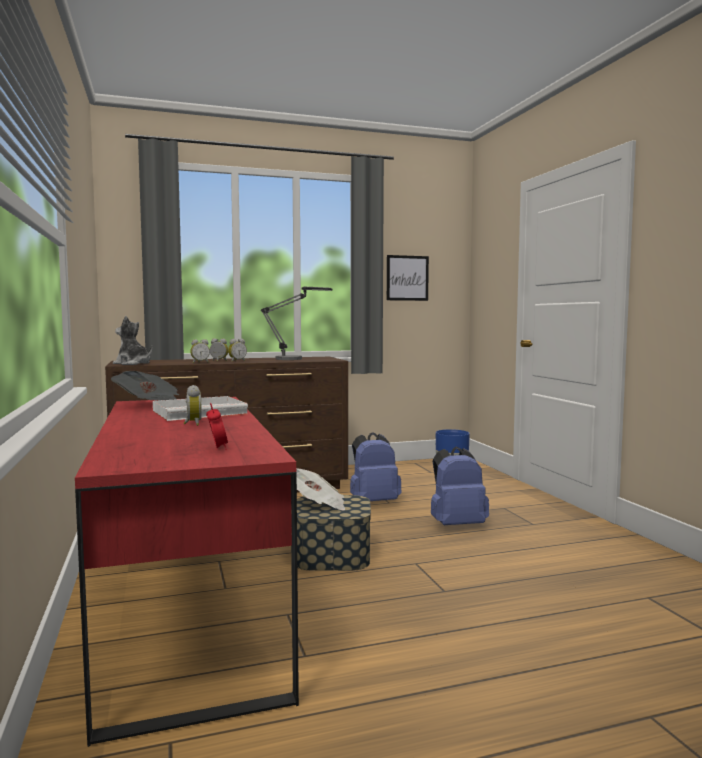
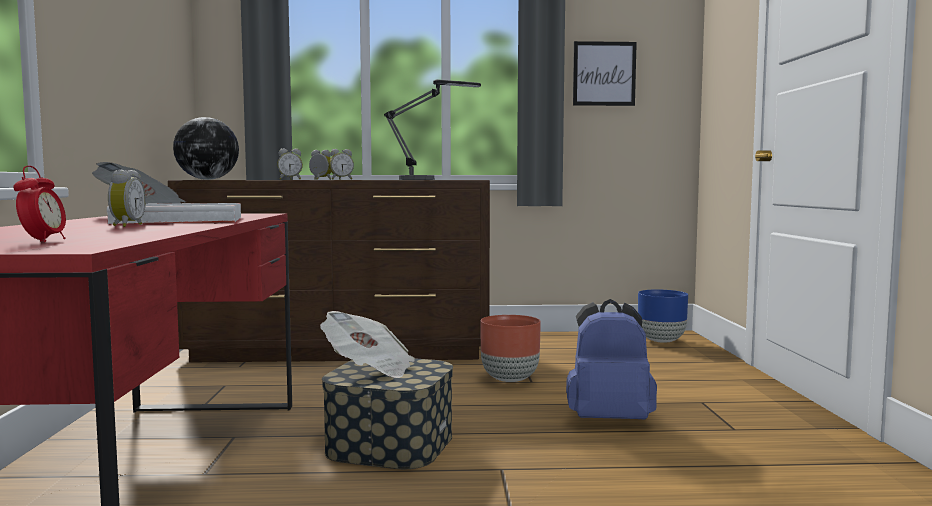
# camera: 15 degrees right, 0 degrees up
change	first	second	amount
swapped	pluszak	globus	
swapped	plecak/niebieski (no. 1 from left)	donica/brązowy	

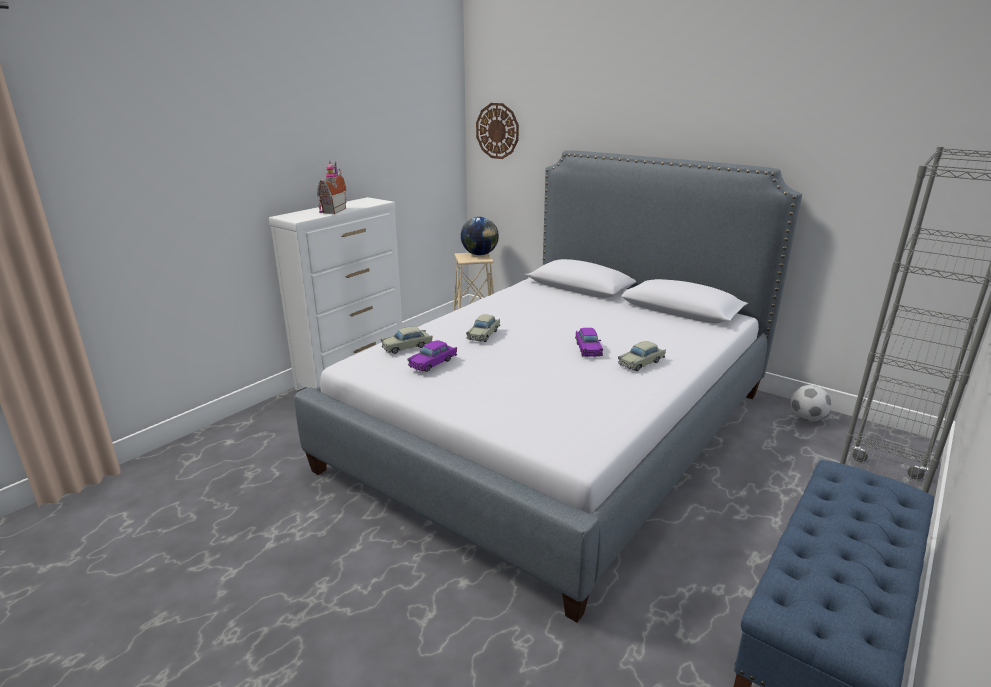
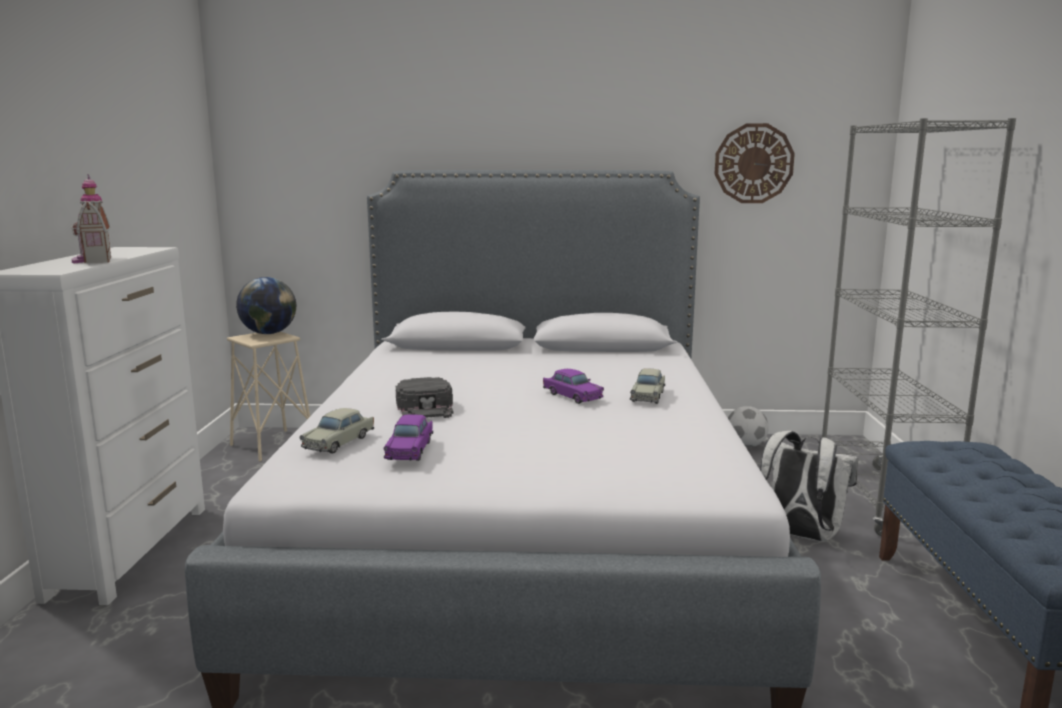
# camera: 35 degrees left, 10 degrees down
change	first	second	amount
swapped	samochodzik/beżowy (no. 2 from left)	czapka z daszkiem/czarny	
shifted	zegar ścienny		
new		plecak/biały	

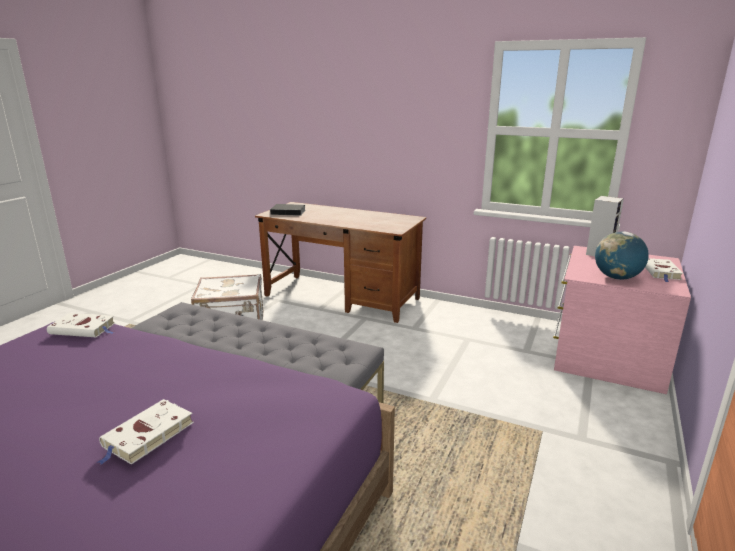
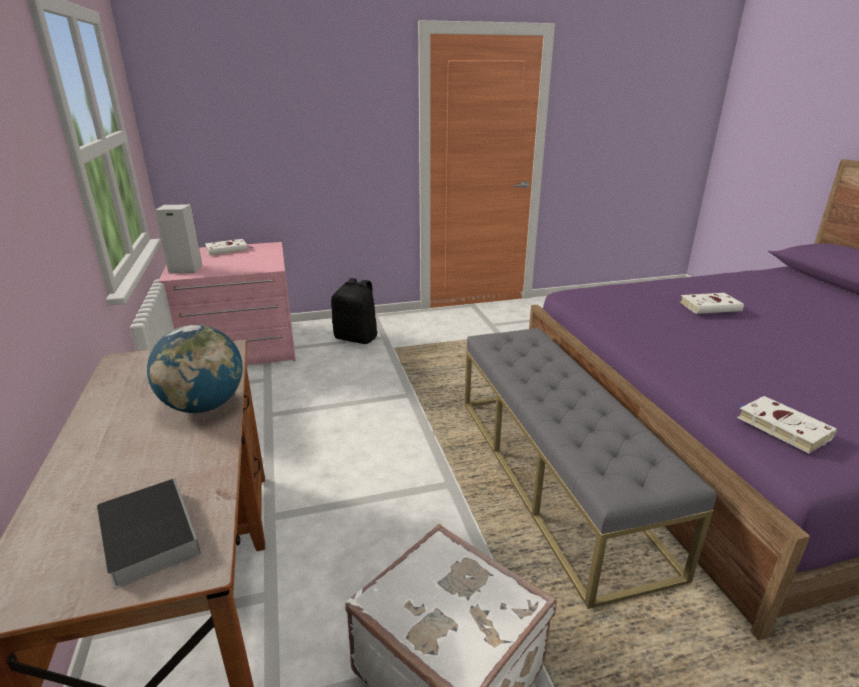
# camera: 130 degrees left, 5 degrees up
change	first	second	amount
shifted	globus		
new		plecak/czarny	

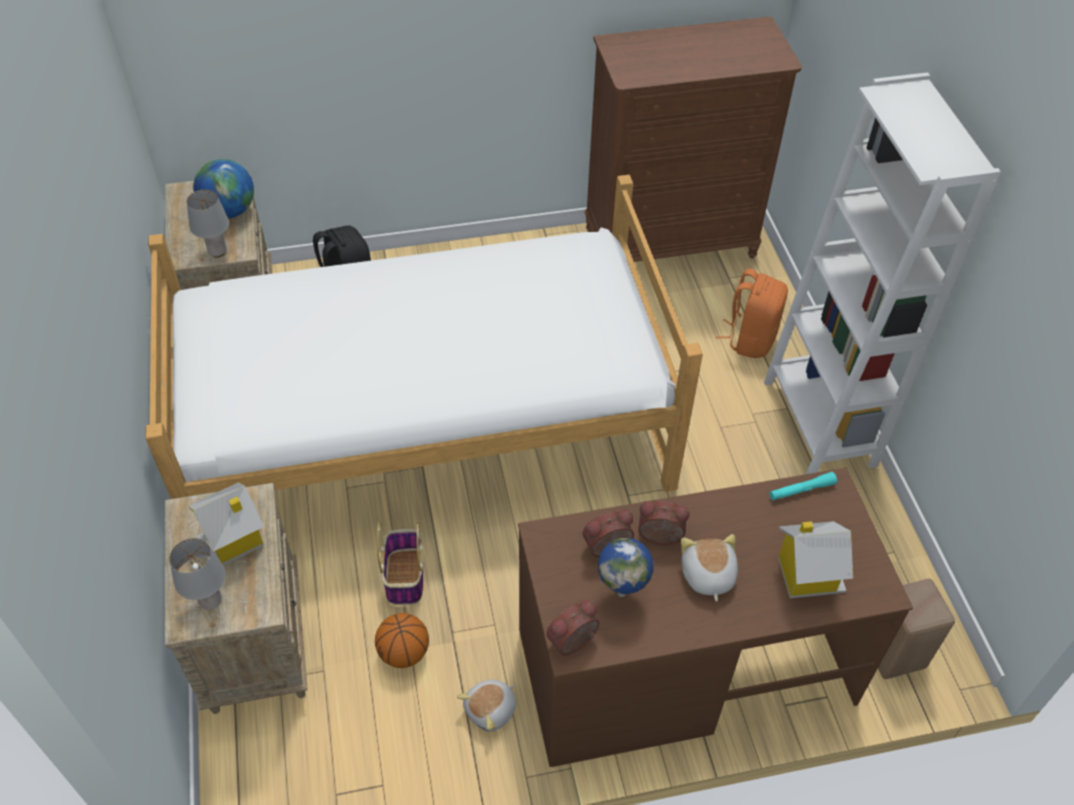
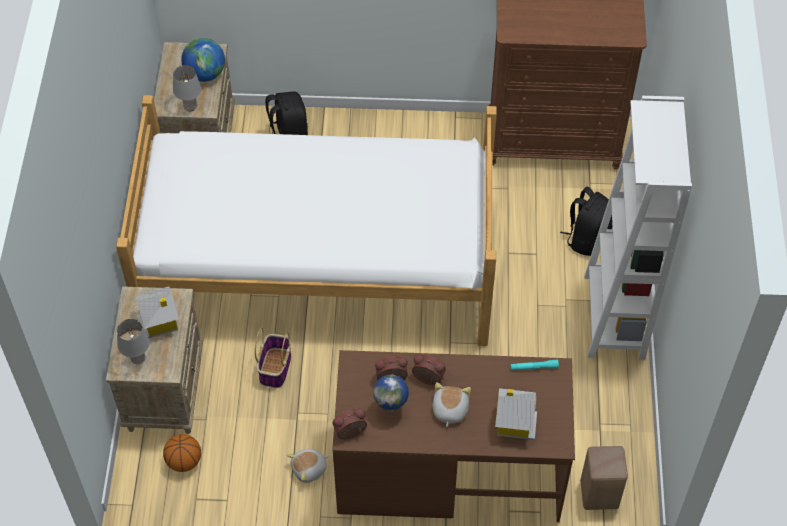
# camera: 15 degrees right, 5 degrees up
change	first	second	amount
shifted	piłka do koszykówki		
repainted	plecak/pomarańczowy	plecak/czarny (no. 2 from left)	

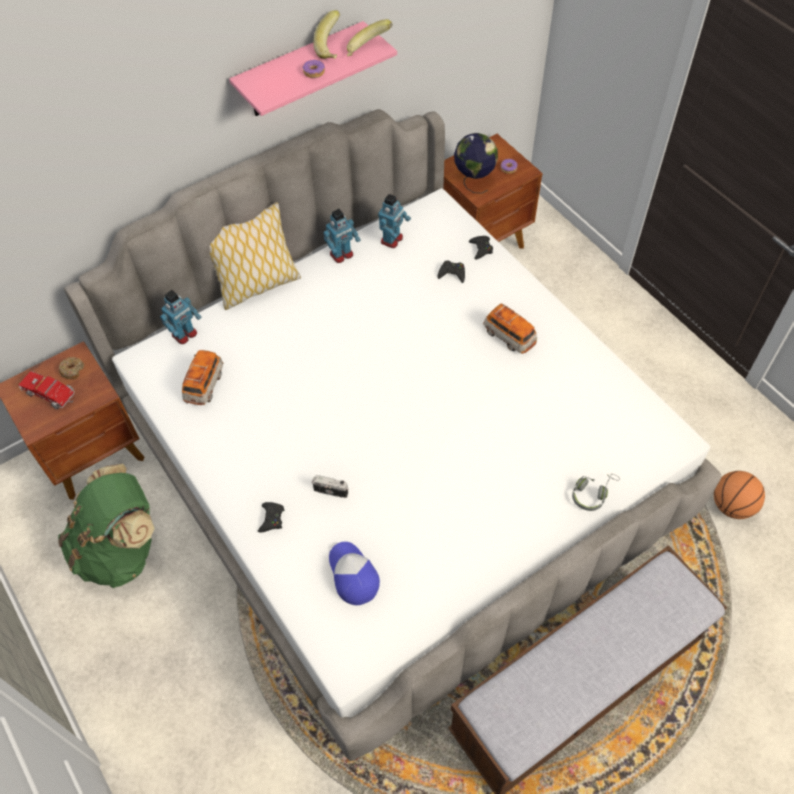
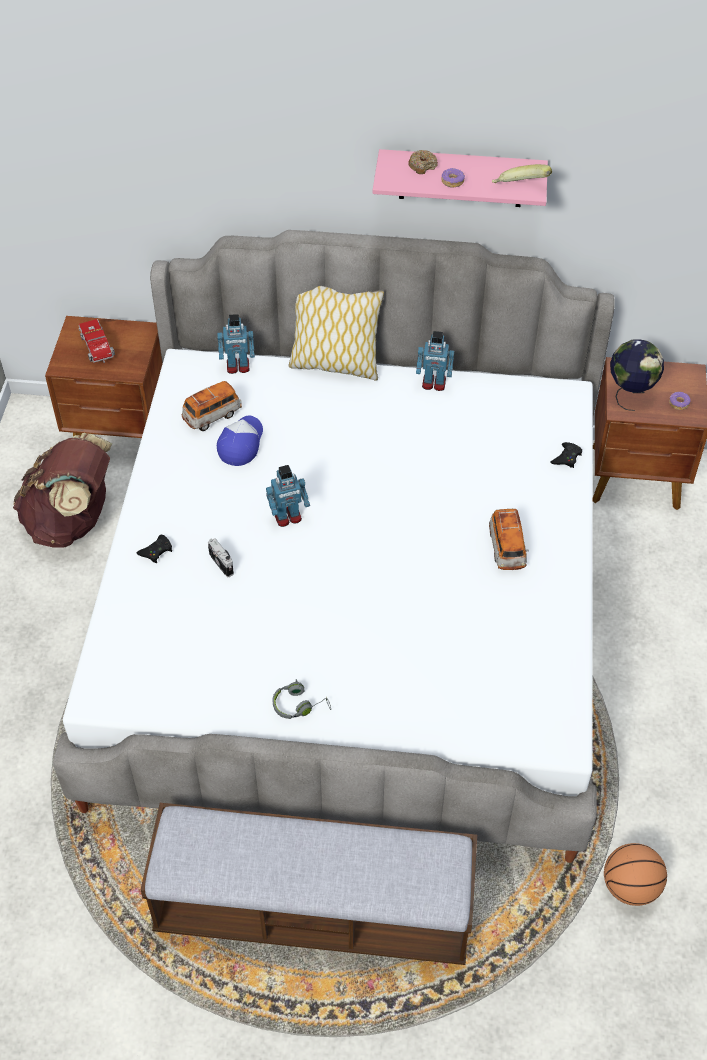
# camera: 40 degrees right, 5 degrees down
change	first	second	amount
repainted	plecak/zielony	plecak/brązowy	
shifted	donut (no. 1 from left)		
gone	banan (no. 1 from left)		
shifted	czapka z daszkiem		
shifted	robot zabawkowy (no. 3 from left in the first image)	robot zabawkowy (no. 2 from left)	
gone	pad do gier/czarny (no. 2 from left)		
shifted	słuchawki/szary		

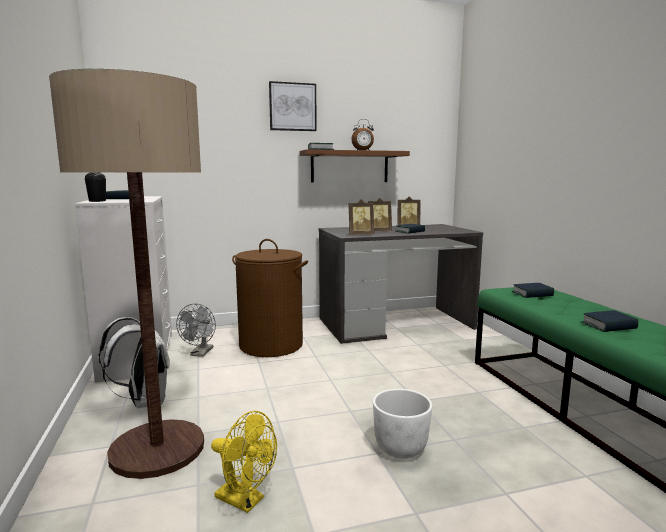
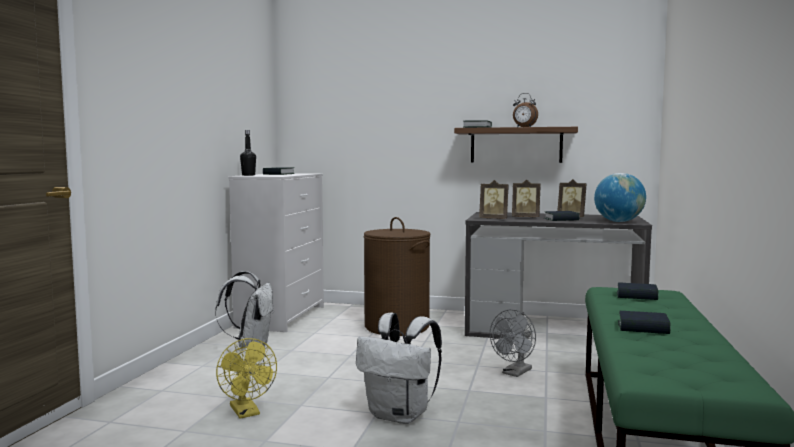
# camera: 30 degrees right, 5 degrees down
change	first	second	amount
gone	lampa stojąca		
shifted	wentylator/szary		
gone	obraz		
swapped	donica/biały	plecak/biały (no. 2 from left)	
new		globus	

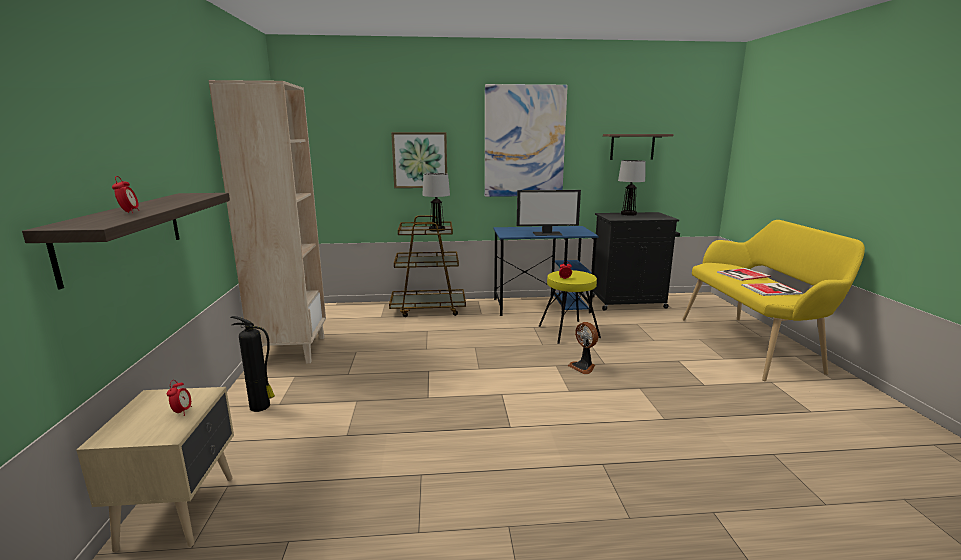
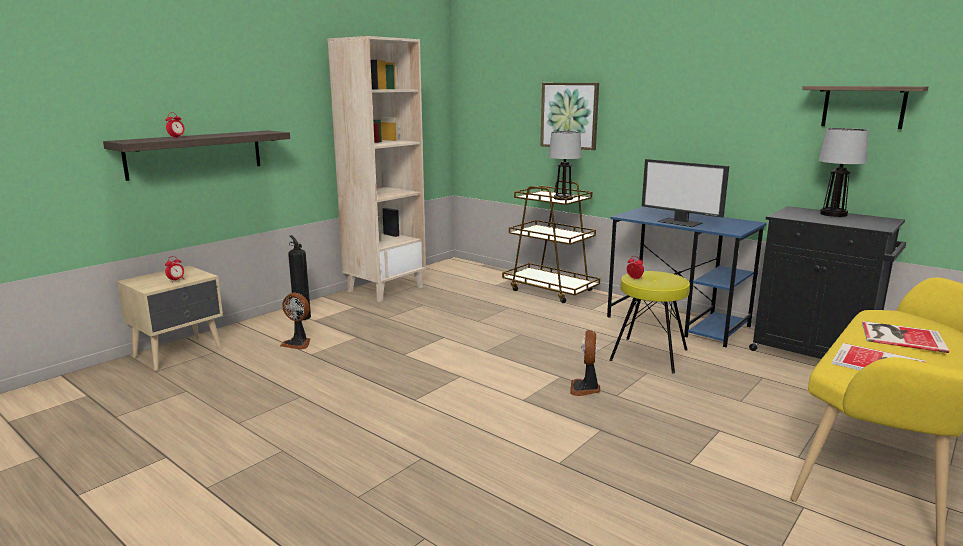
# camera: 45 degrees right, 0 degrees up
change	first	second	amount
gone	obraz (no. 2 from left)		
new		wentylator (no. 1 from left)	

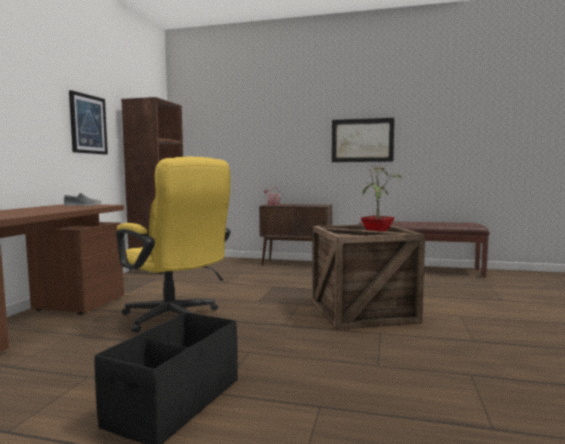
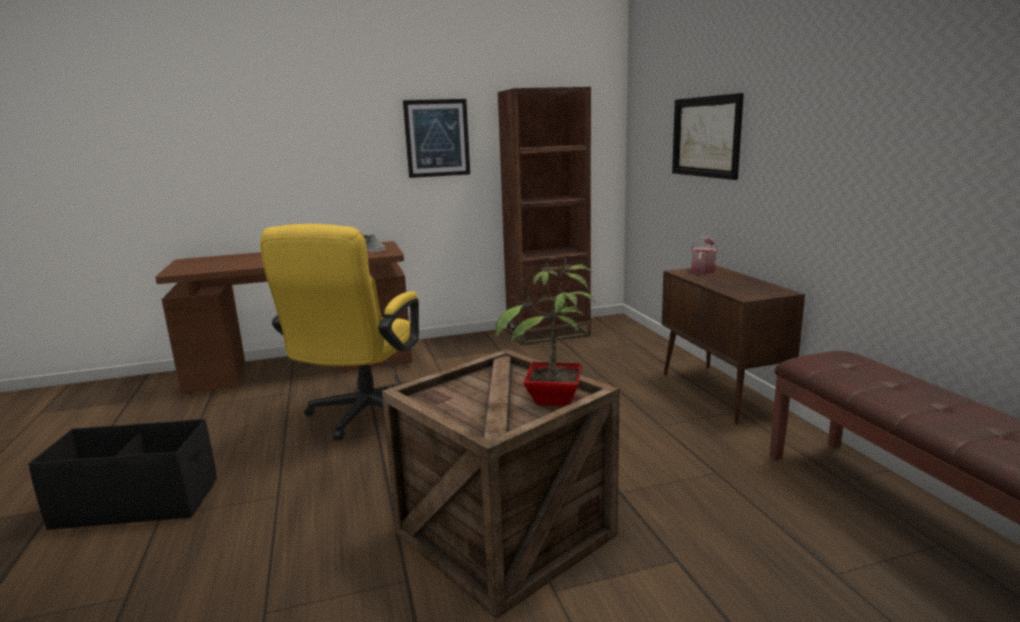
# camera: 60 degrees right, 10 degrees up
change	first	second	amount
shifted	obraz (no. 2 from left)		

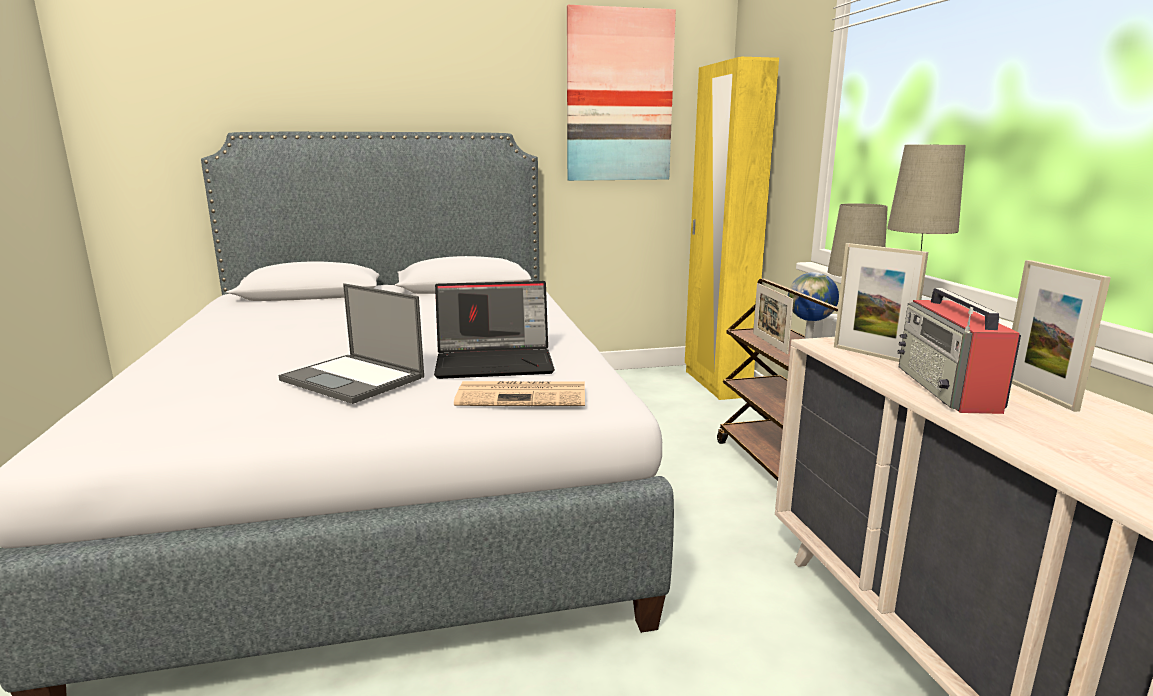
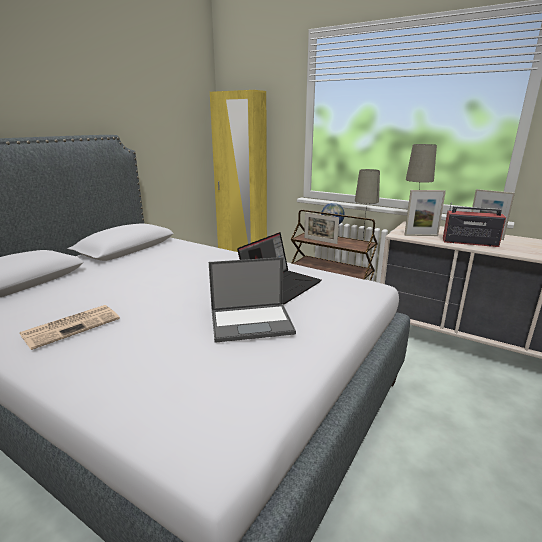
# camera: 45 degrees left, 5 degrees up
change	first	second	amount
shifted	gazeta		
gone	obraz		
rotated	radio		150 degrees clockwise

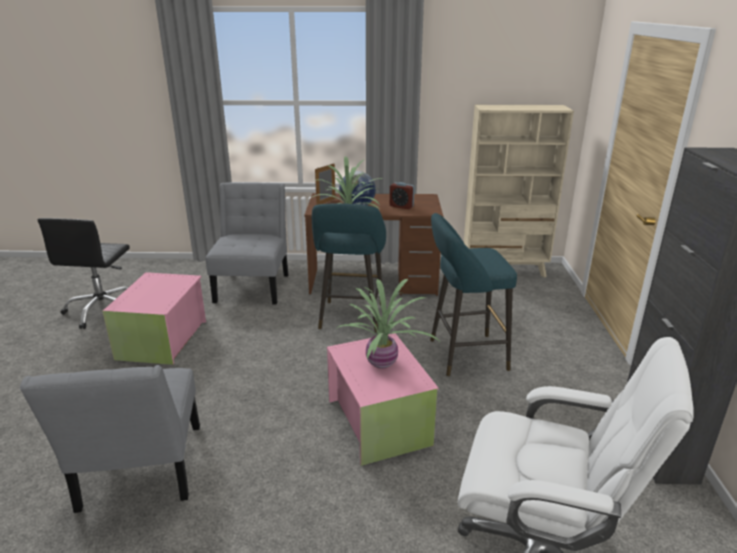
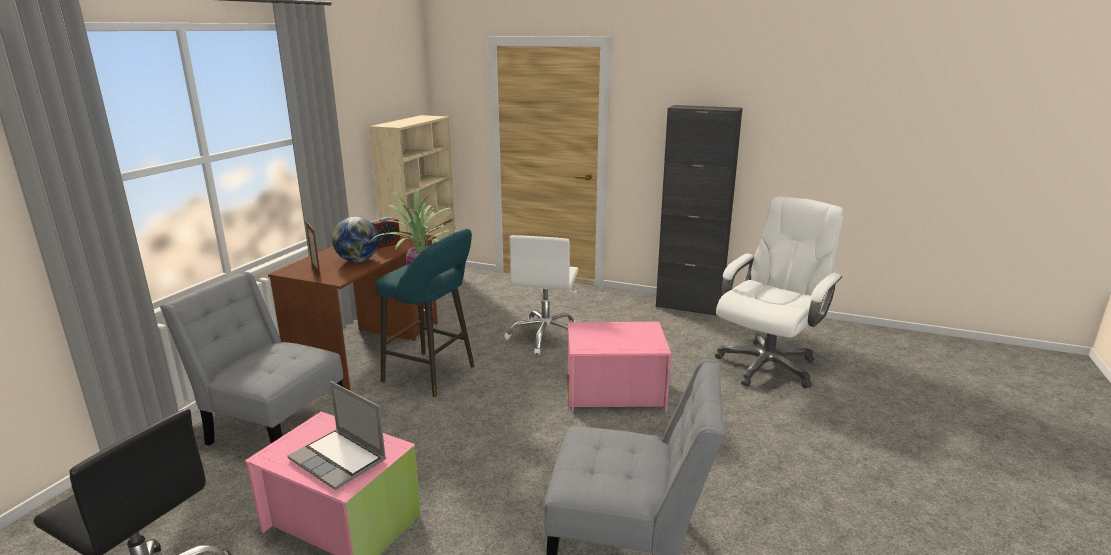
# camera: 70 degrees left, 5 degrees down
change	first	second	amount
gone	roślina doniczkowa (no. 2 from left)		
swapped	stołek/turkusowy (no. 2 from left)	krzesło biurowe/biały (no. 1 from left)	
new		laptop	

